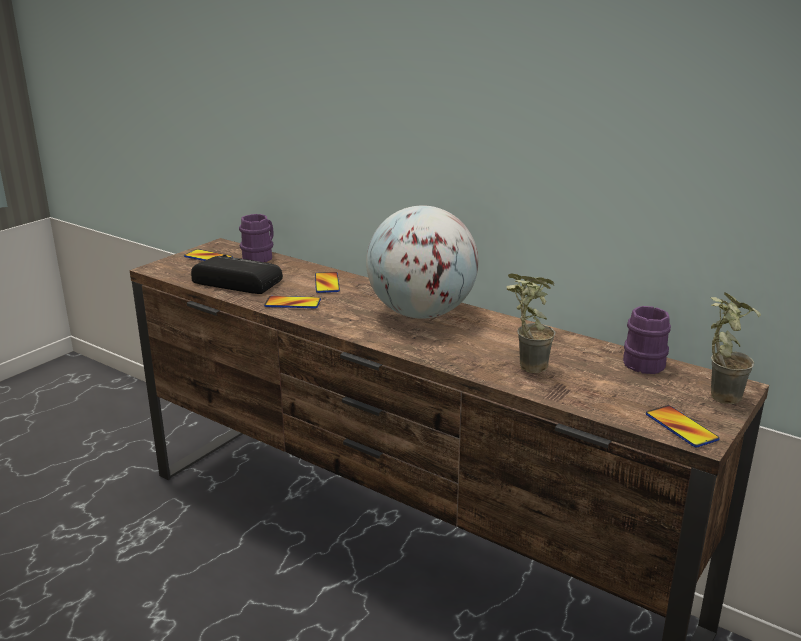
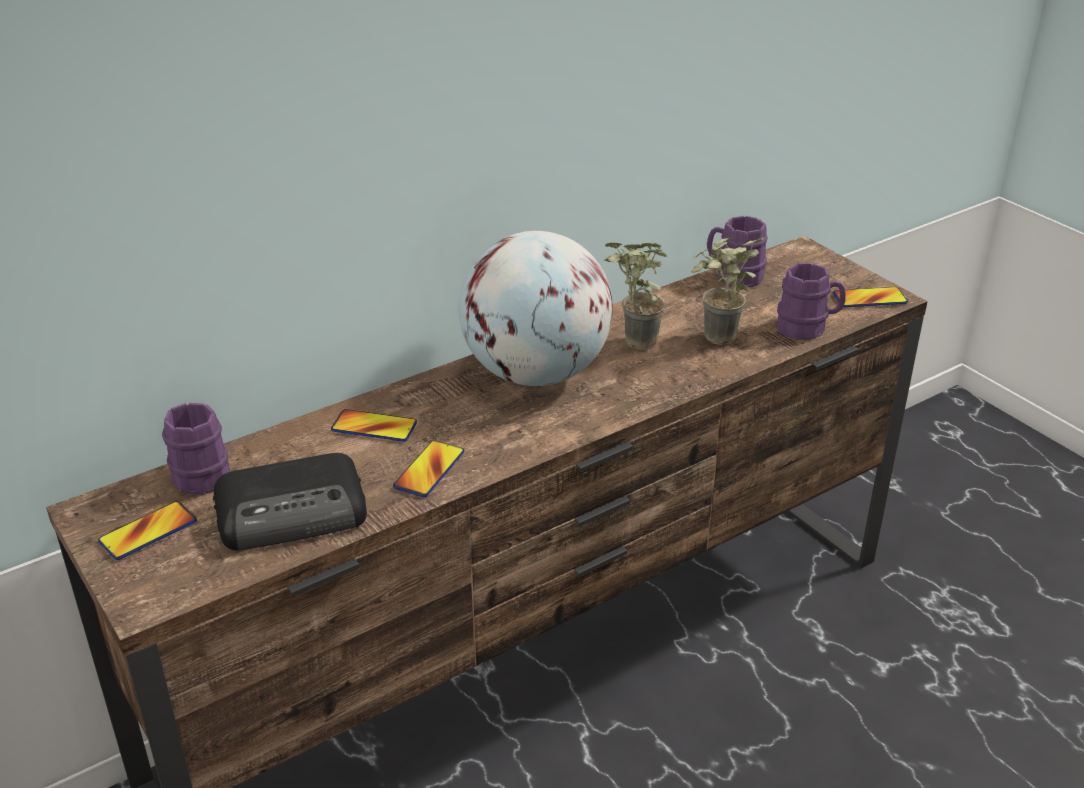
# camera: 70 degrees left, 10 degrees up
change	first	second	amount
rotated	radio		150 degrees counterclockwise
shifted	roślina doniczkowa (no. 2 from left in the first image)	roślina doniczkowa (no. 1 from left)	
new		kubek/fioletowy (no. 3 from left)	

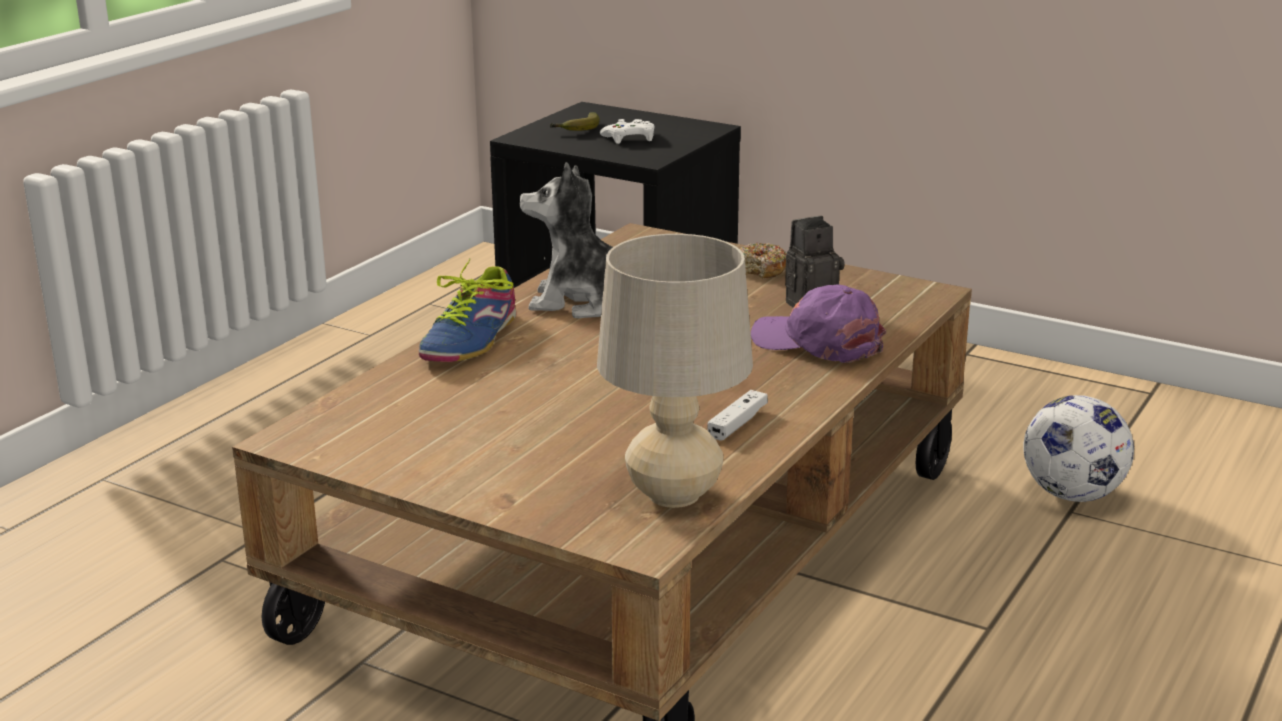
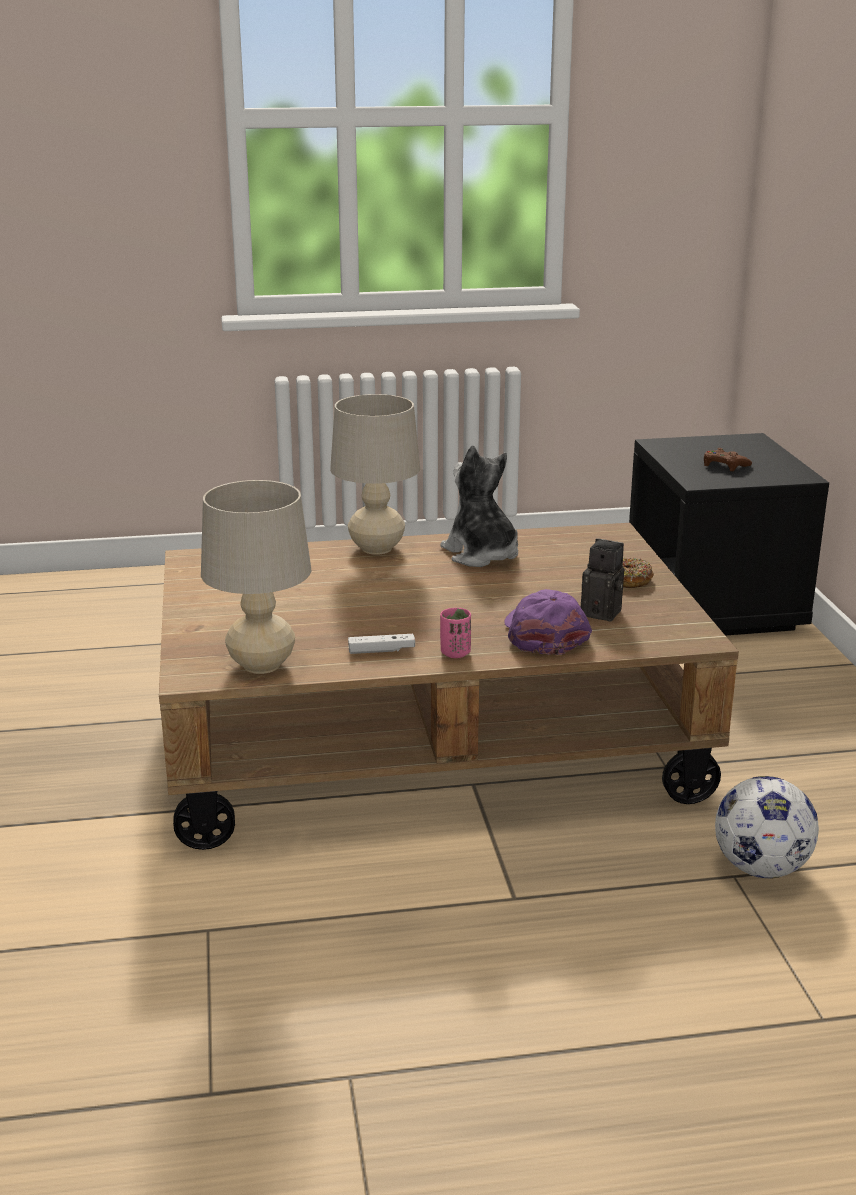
# camera: 50 degrees right, 0 degrees up
change	first	second	amount
swapped	but	lampa stołowa/beżowy (no. 2 from left)	
gone	banan		
repainted	pad do gier/biały (no. 1 from left)	pad do gier/brązowy	
new		filiżanka/różowy	

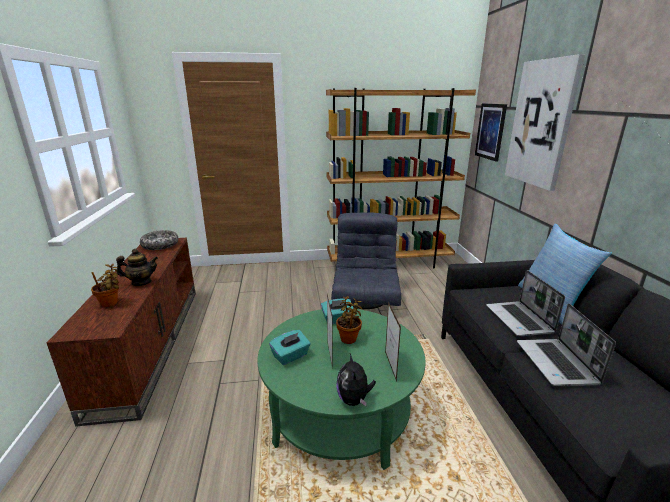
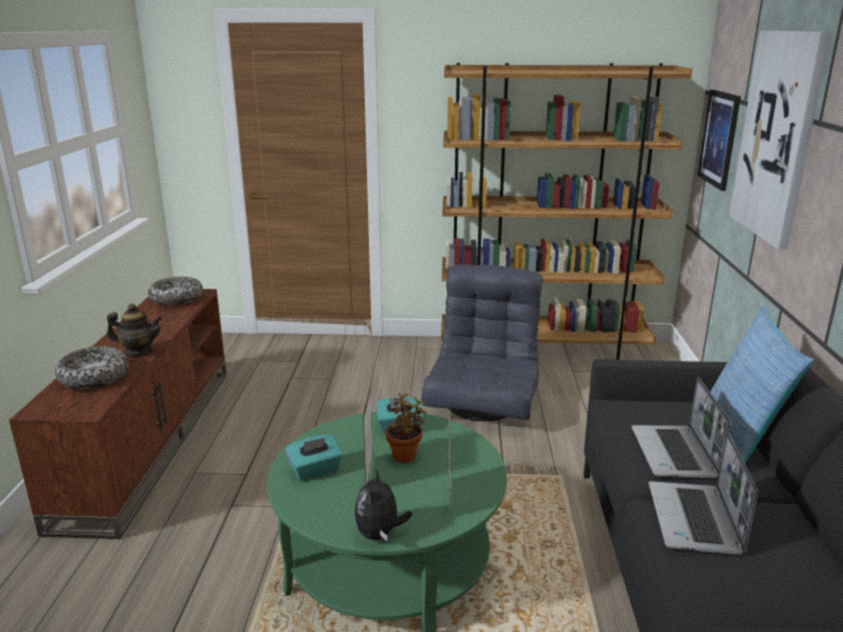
# camera: 10 degrees right, 0 degrees up
change	first	second	amount
swapped	roślina doniczkowa (no. 1 from left)	miska (no. 1 from left)	

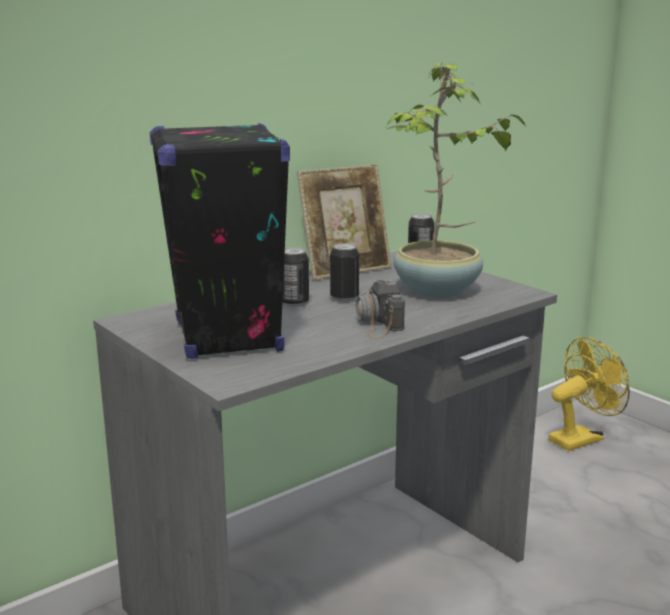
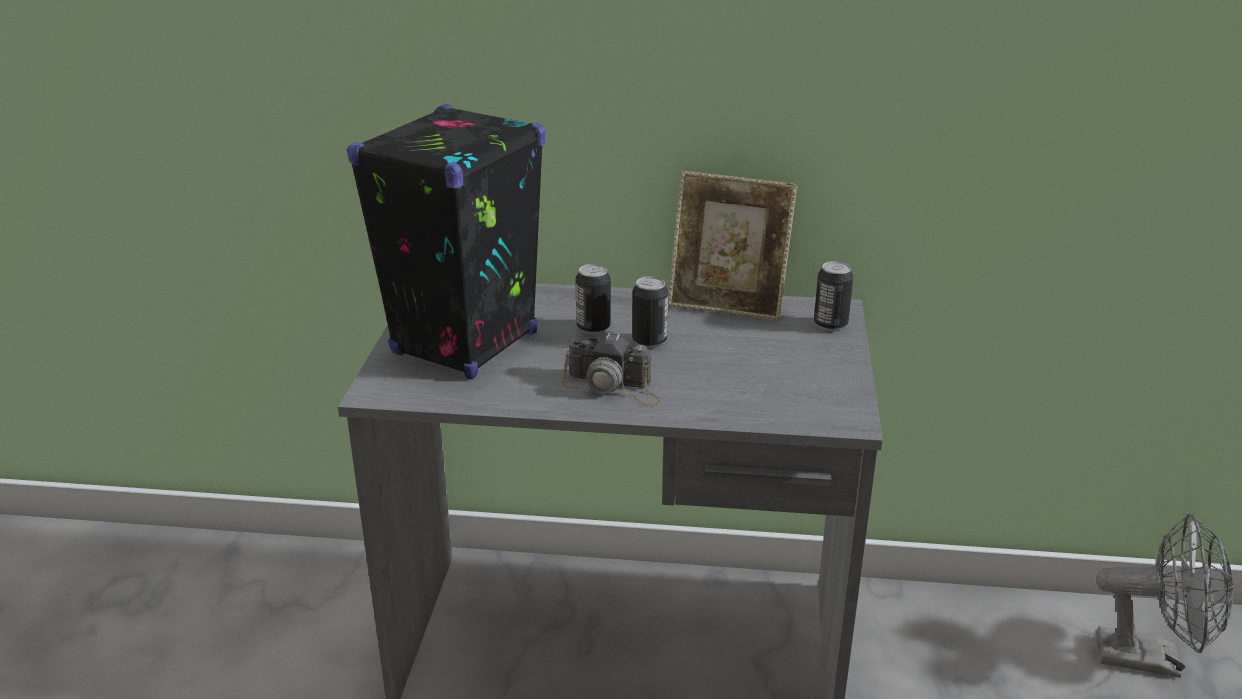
# camera: 45 degrees right, 10 degrees up
change	first	second	amount
rotated	aparat fotograficzny		105 degrees counterclockwise
gone	roślina doniczkowa		
repainted	wentylator/żółty	wentylator/szary	

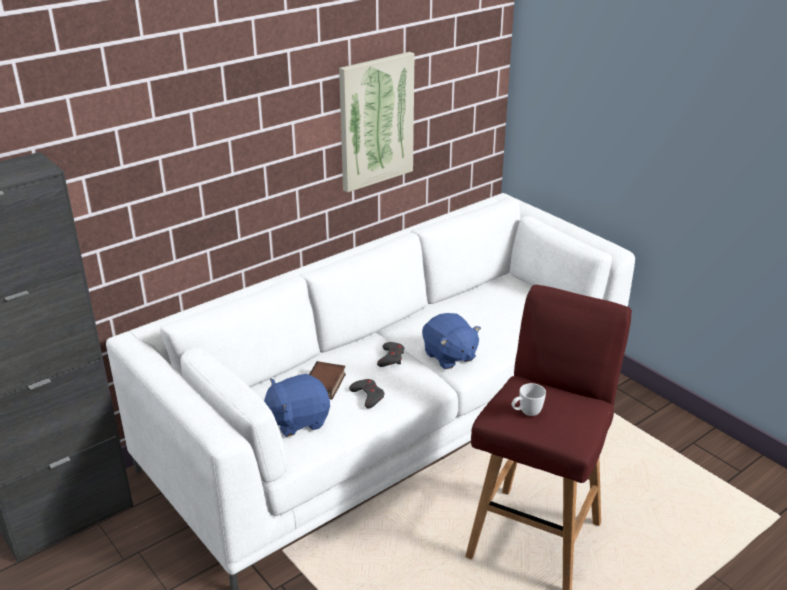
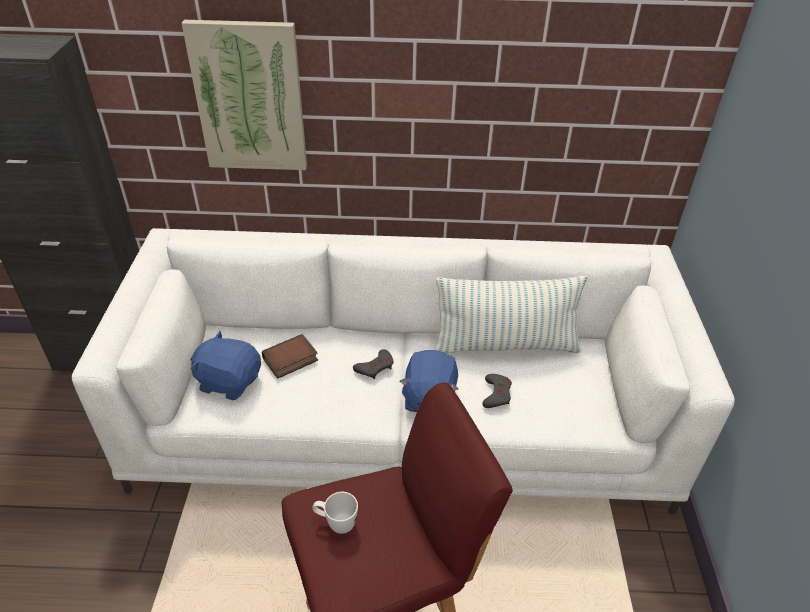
# camera: 40 degrees right, 10 degrees up
change	first	second	amount
shifted	obraz		
shifted	pad do gier/szary (no. 1 from left in the first image)	pad do gier/szary (no. 2 from left)	
new		poduszka	

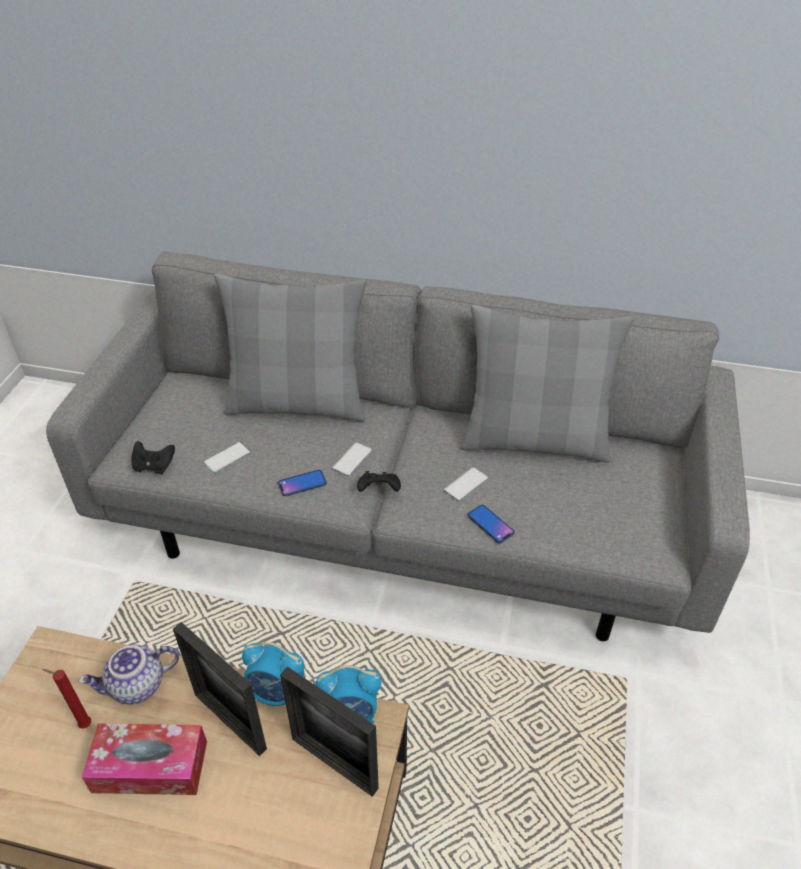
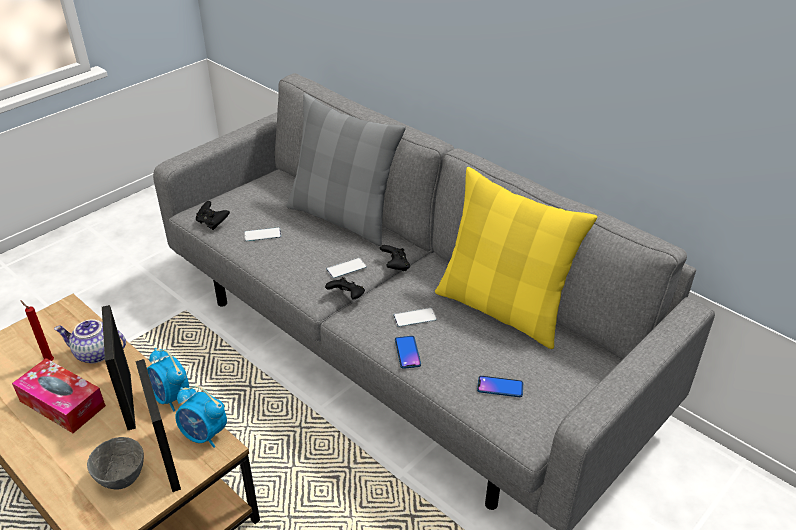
# camera: 30 degrees right, 5 degrees down
change	first	second	amount
shifted	telefon (no. 2 from left in the first image)	telefon (no. 5 from left)	
repainted	poduszka/szary (no. 2 from left)	poduszka/żółty	
new		miska/szary	
new		pad do gier/czarny (no. 3 from left)	

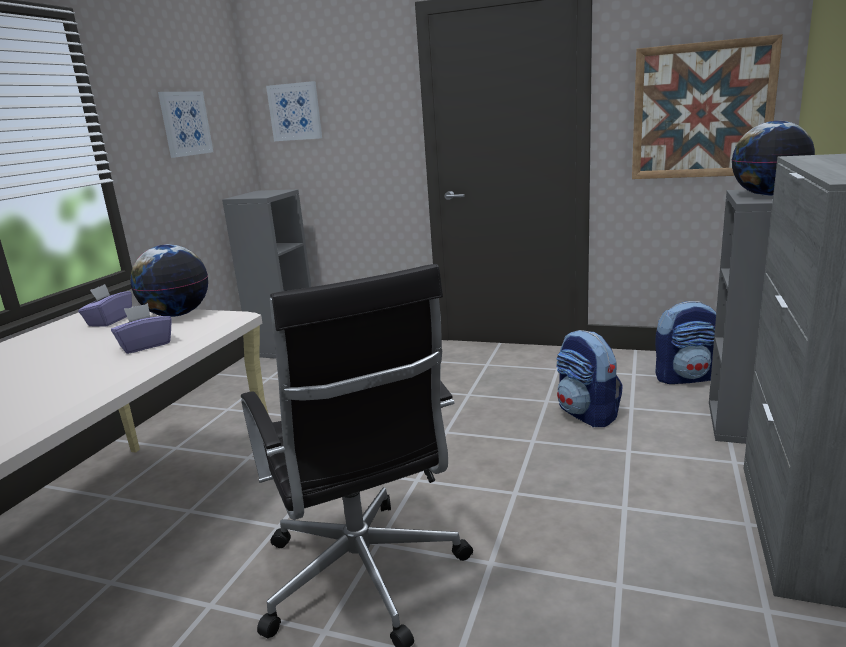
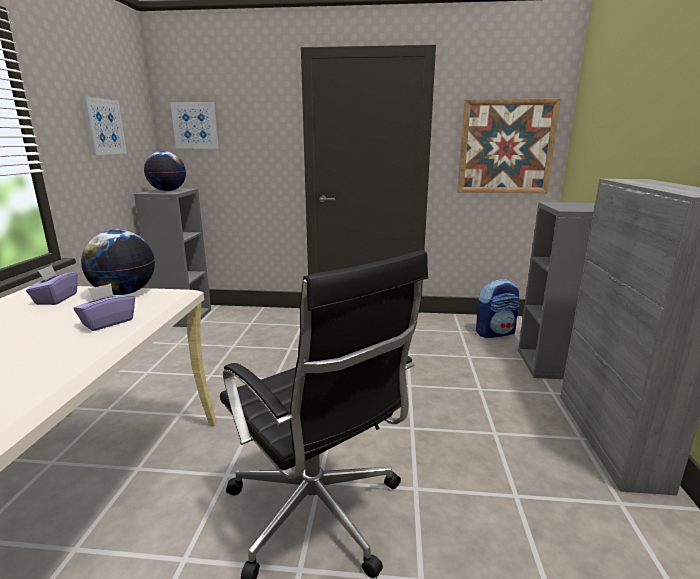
# camera: 15 degrees left, 0 degrees up
change	first	second	amount
gone	plecak (no. 1 from left)		
shifted	globus (no. 2 from left)		

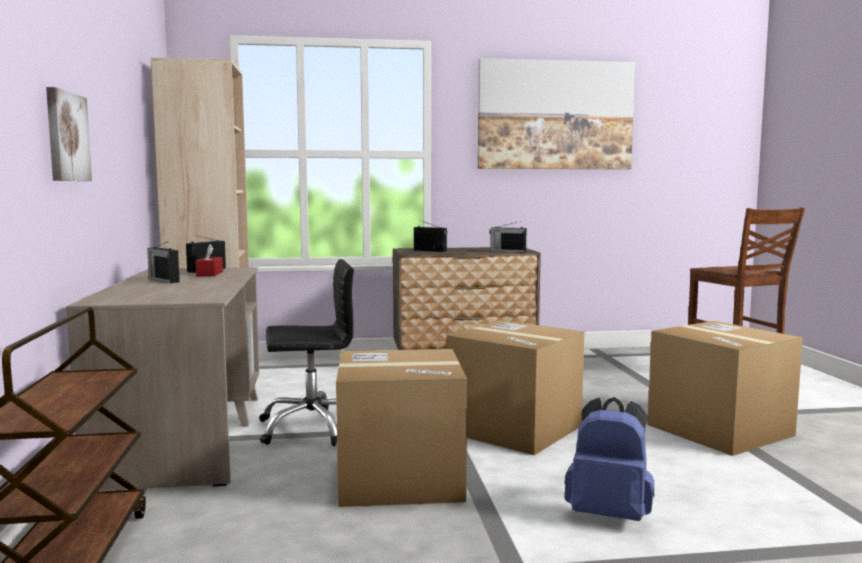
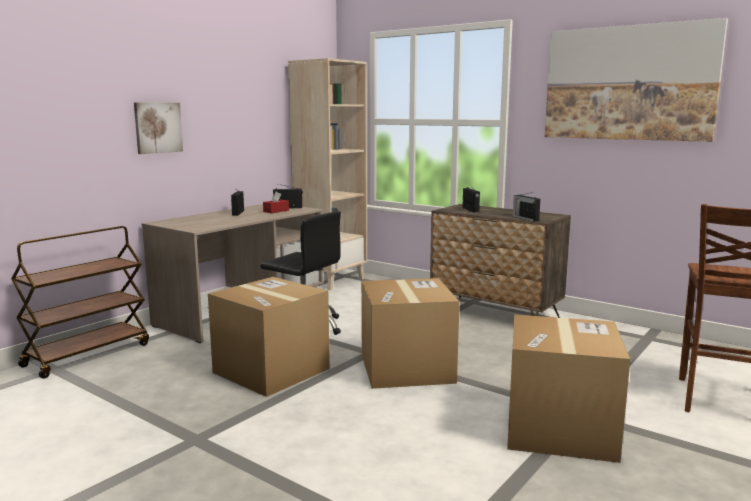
# camera: 45 degrees right, 5 degrees up
change	first	second	amount
gone	plecak/niebieski		

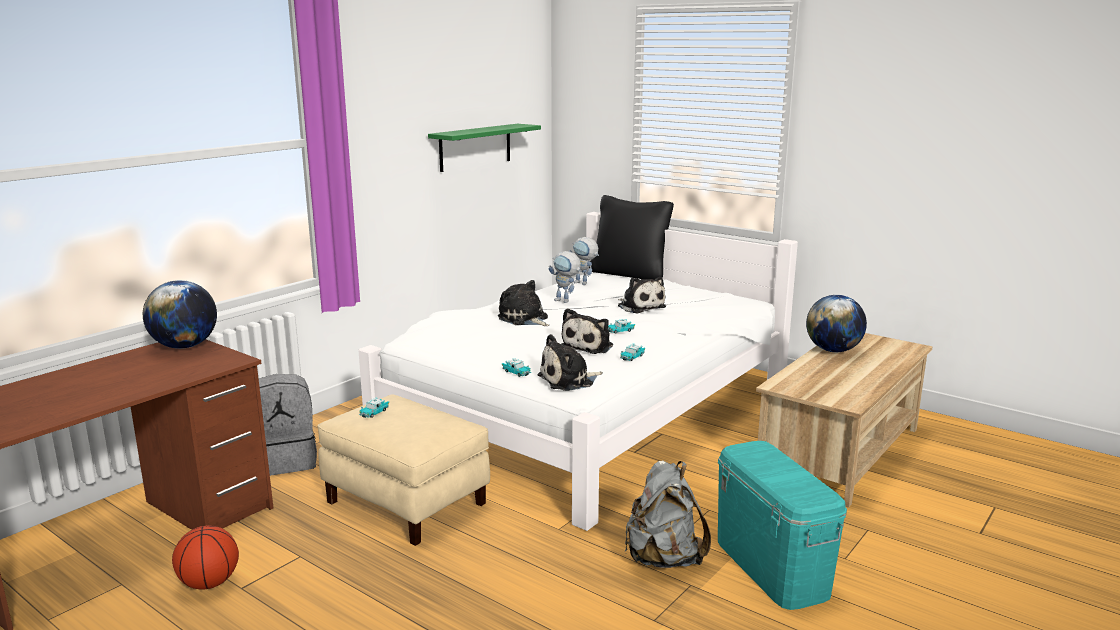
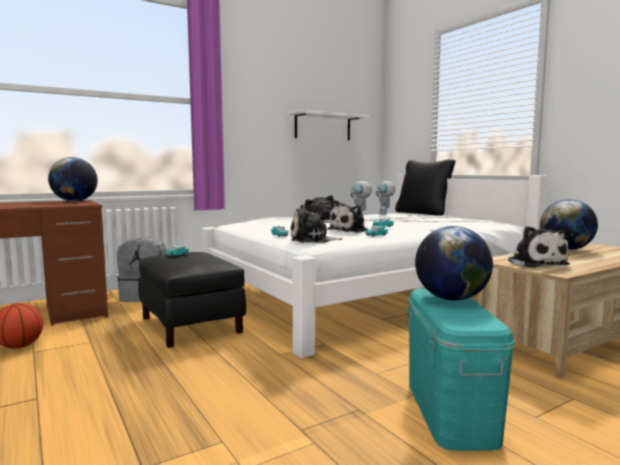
# camera: 20 degrees right, 10 degrees down
change	first	second	amount
repainted	pufa/beżowy	pufa/czarny	
repainted	półka/zielony	półka/biały	
shifted	pluszak (no. 4 from left)		
gone	plecak/szary (no. 2 from left)		
new		globus (no. 2 from left)	

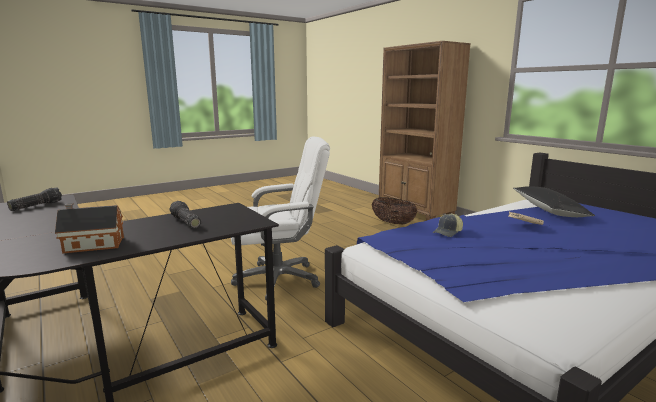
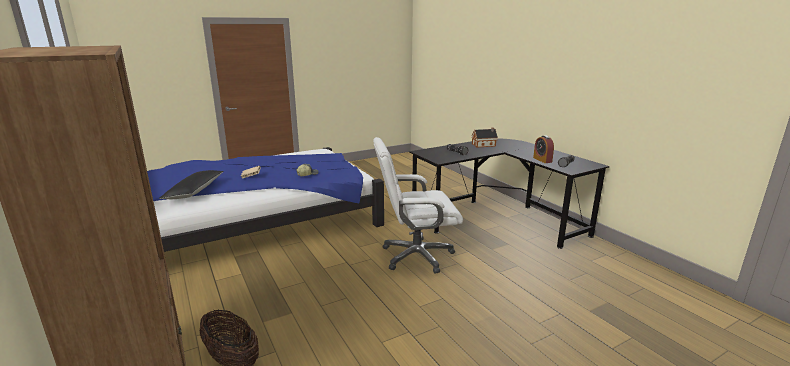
# camera: 175 degrees left, 5 degrees up
change	first	second	amount
new		budzik	

